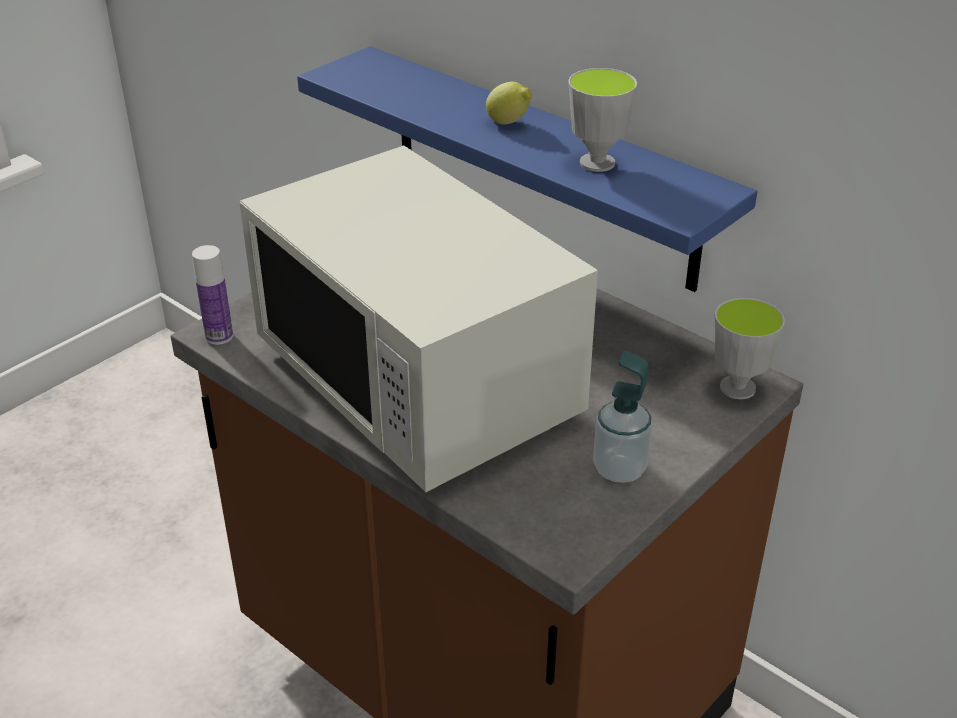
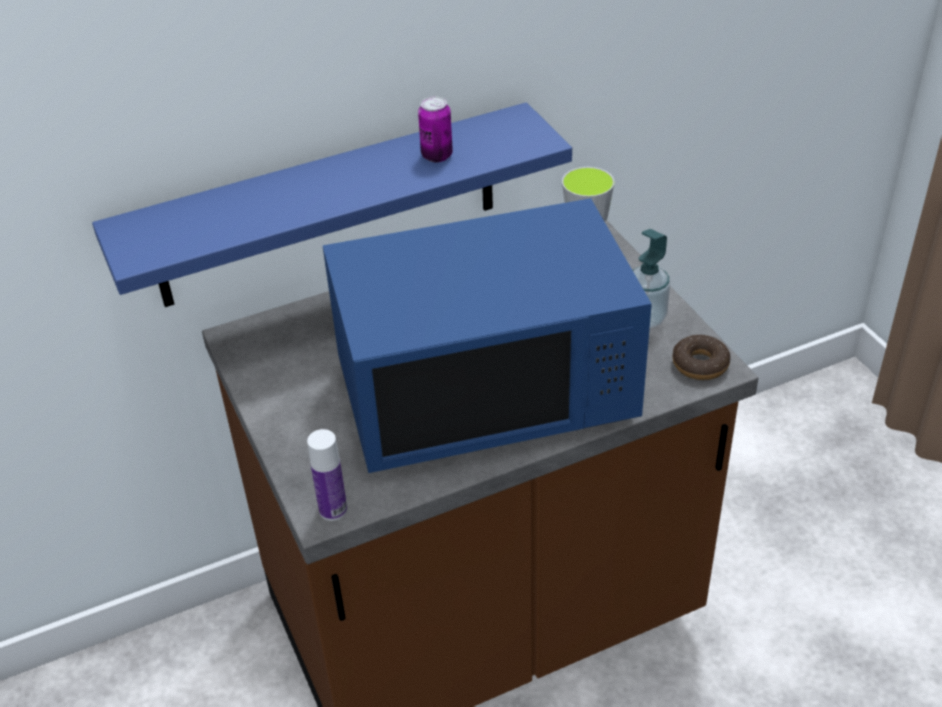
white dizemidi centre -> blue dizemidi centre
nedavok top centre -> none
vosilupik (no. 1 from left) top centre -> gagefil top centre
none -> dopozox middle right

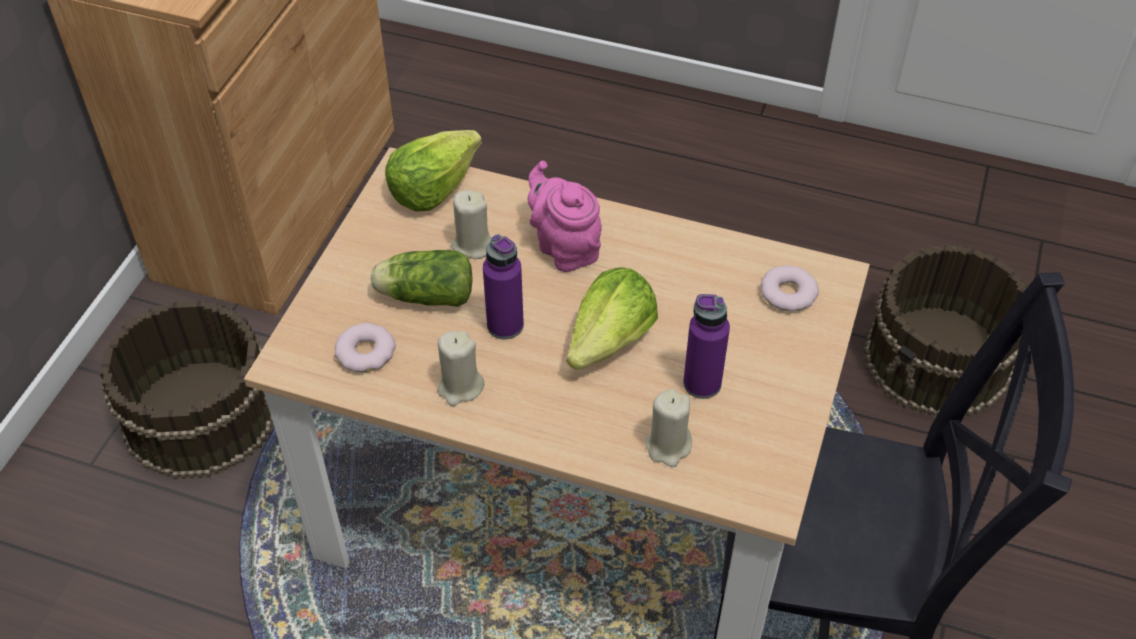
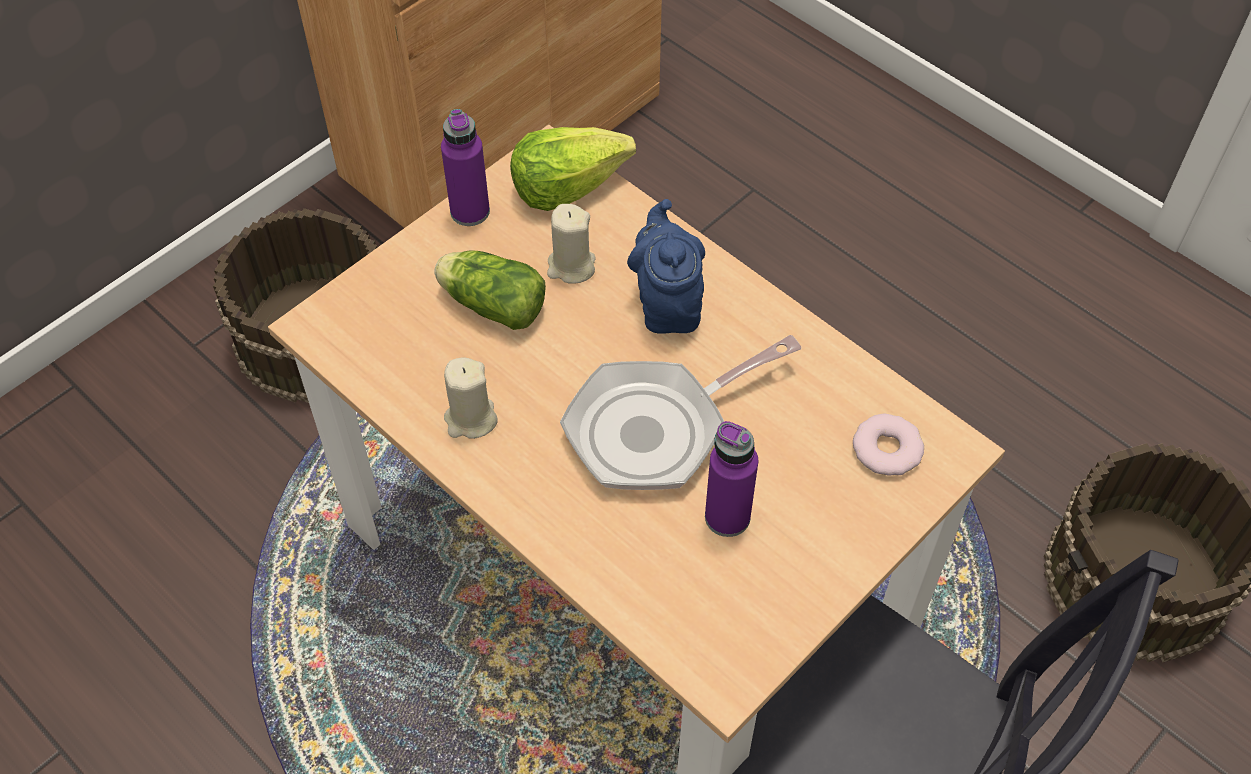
dopozox (no. 1 from left) middle left -> none
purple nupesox (no. 1 from left) centre -> purple nupesox (no. 1 from left) top centre, shifted
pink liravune centre -> blue liravune centre
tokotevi (no. 3 from left) centre -> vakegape centre
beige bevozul (no. 3 from left) bottom centre -> none

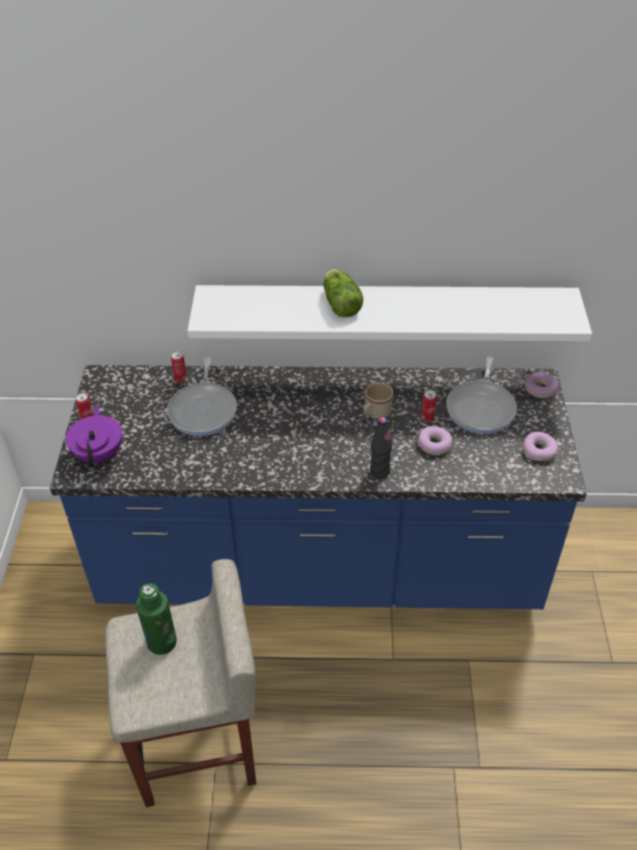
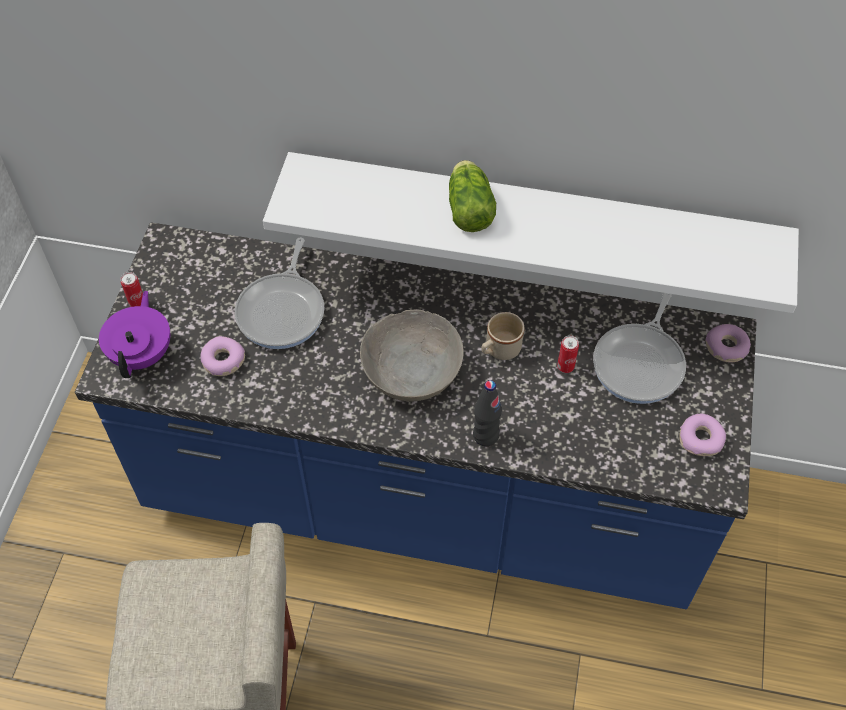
green nupesox bottom left -> none
gagefil (no. 2 from left) middle left -> none
dopozox (no. 1 from left) middle right -> dopozox (no. 1 from left) middle left, shifted
none -> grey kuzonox centre

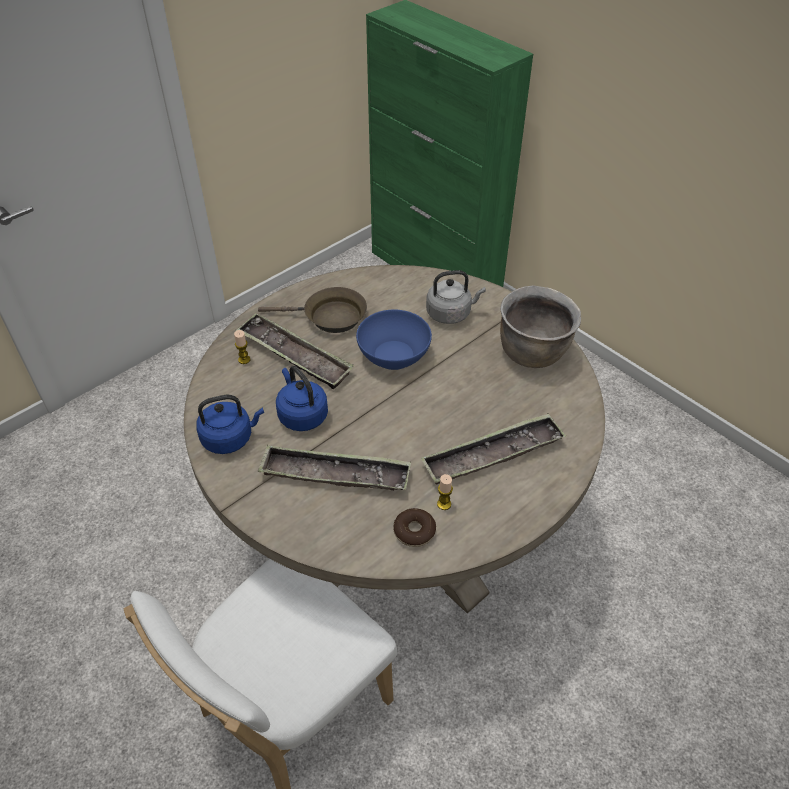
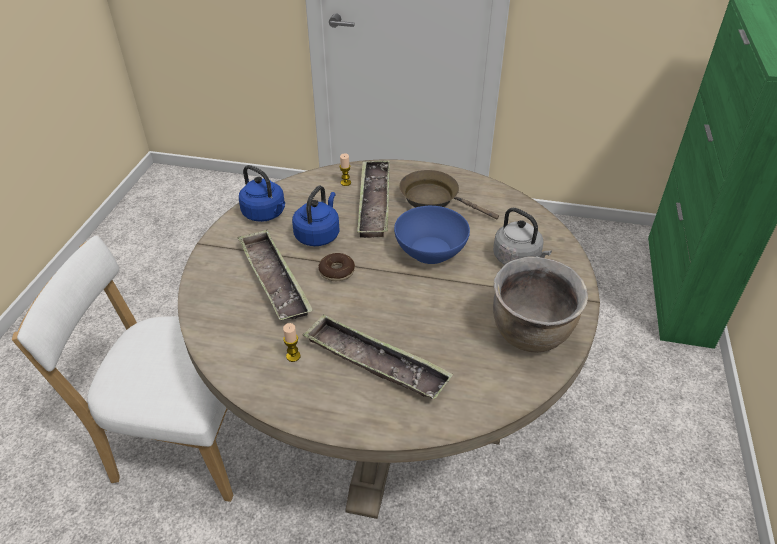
brown vakegape centre, 150 degrees clockwise
dopozox bottom centre -> dopozox centre, shifted

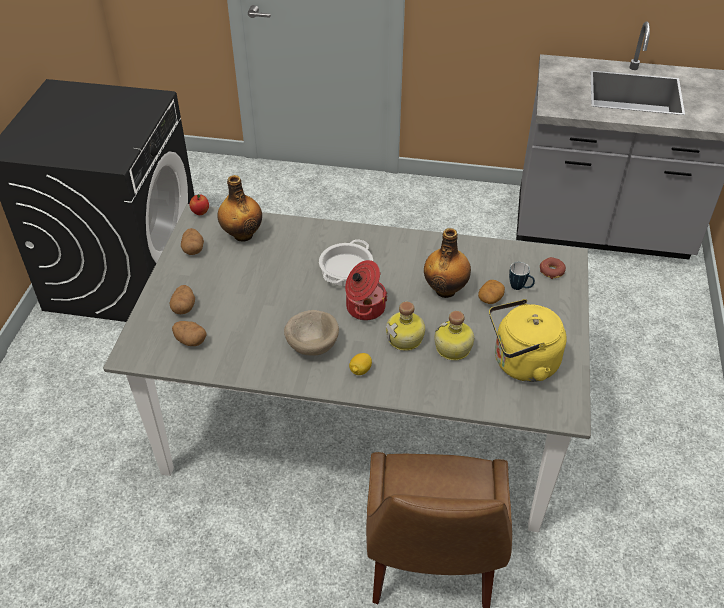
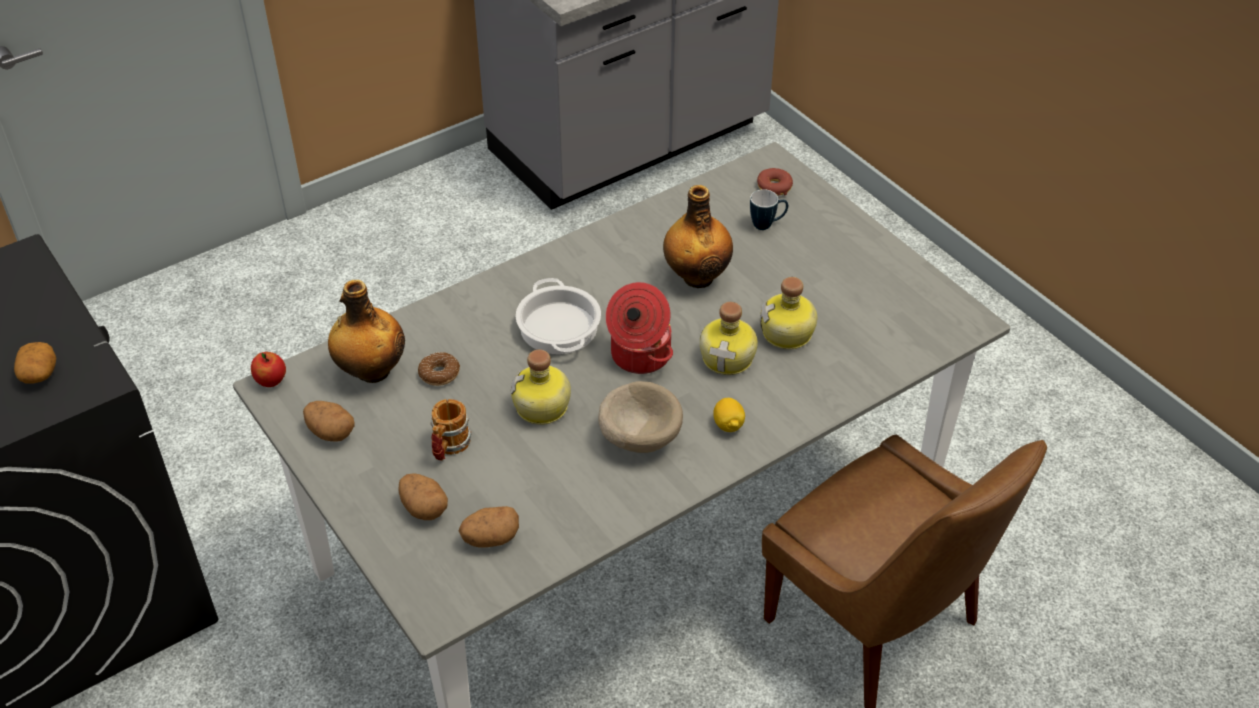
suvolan (no. 4 from left in the first image) middle right -> suvolan (no. 1 from left) middle left, shifted
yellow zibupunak middle right -> none
none -> dopozox (no. 1 from left) centre
none -> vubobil (no. 1 from left) centre
none -> nupesox (no. 2 from left) centre

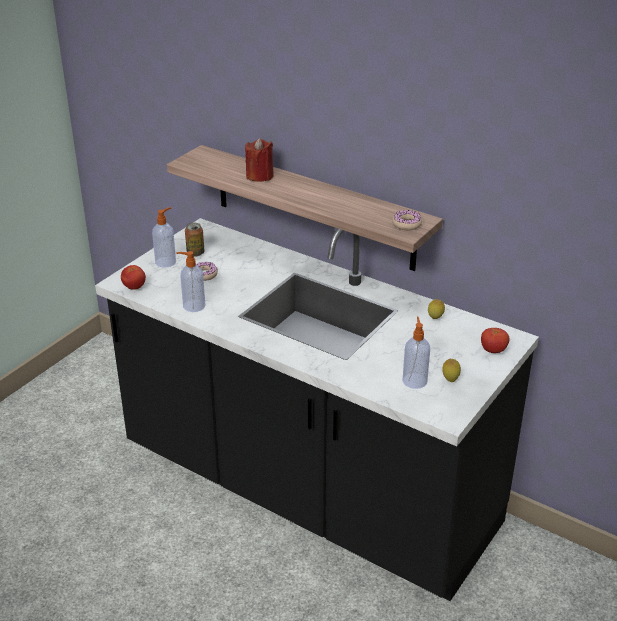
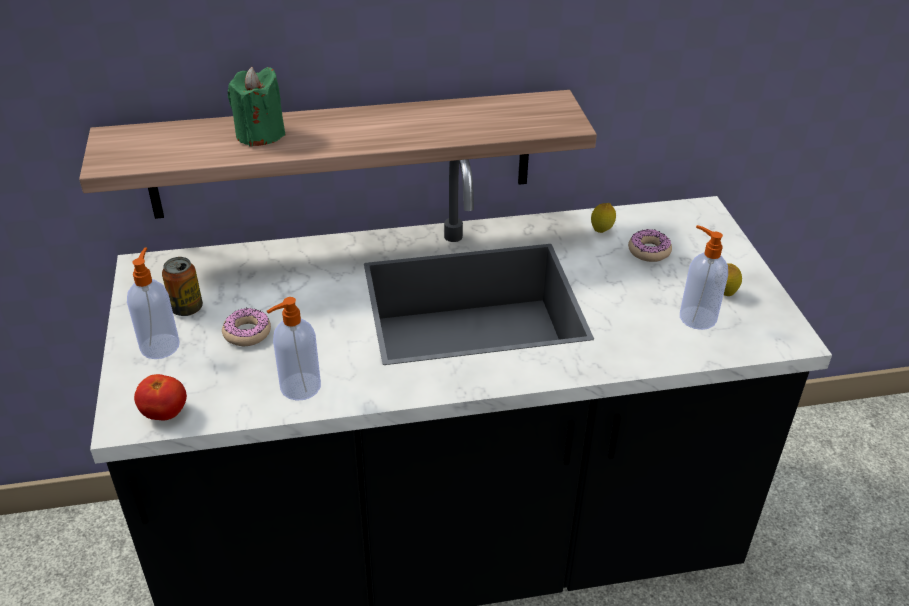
red bevozul top centre -> green bevozul top left
dopozox (no. 2 from left) centre -> dopozox (no. 2 from left) middle right, shifted
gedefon (no. 2 from left) middle right -> none

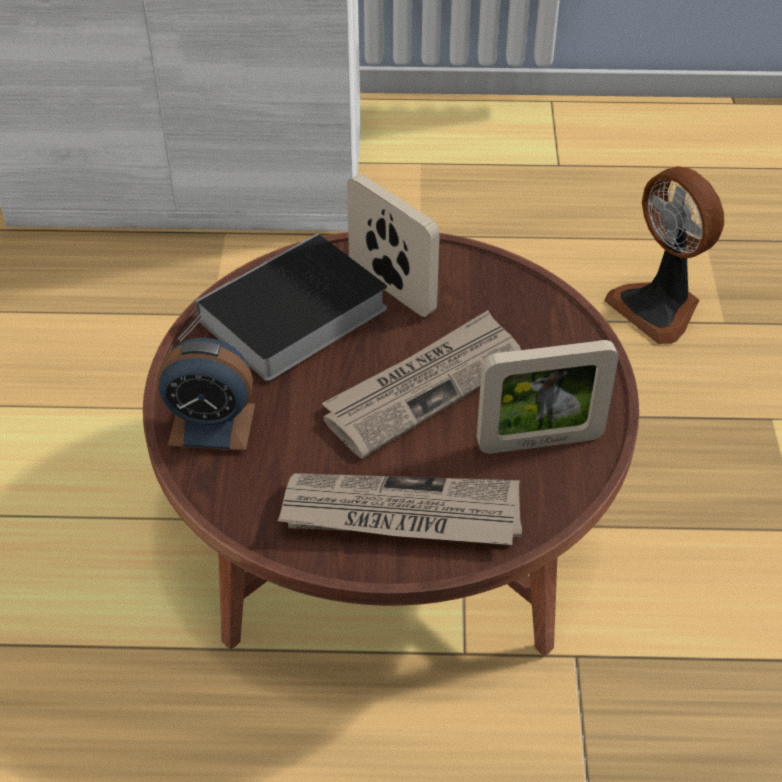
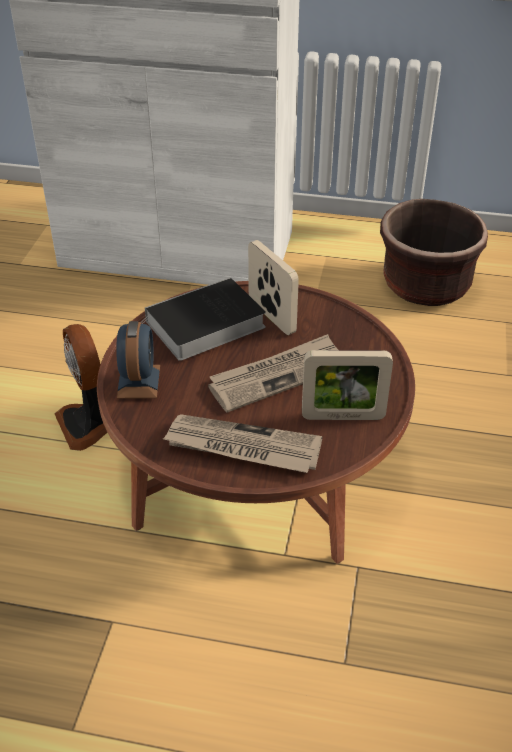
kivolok middle left, 105 degrees counterclockwise
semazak top right -> semazak middle left, shifted
none -> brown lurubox middle right

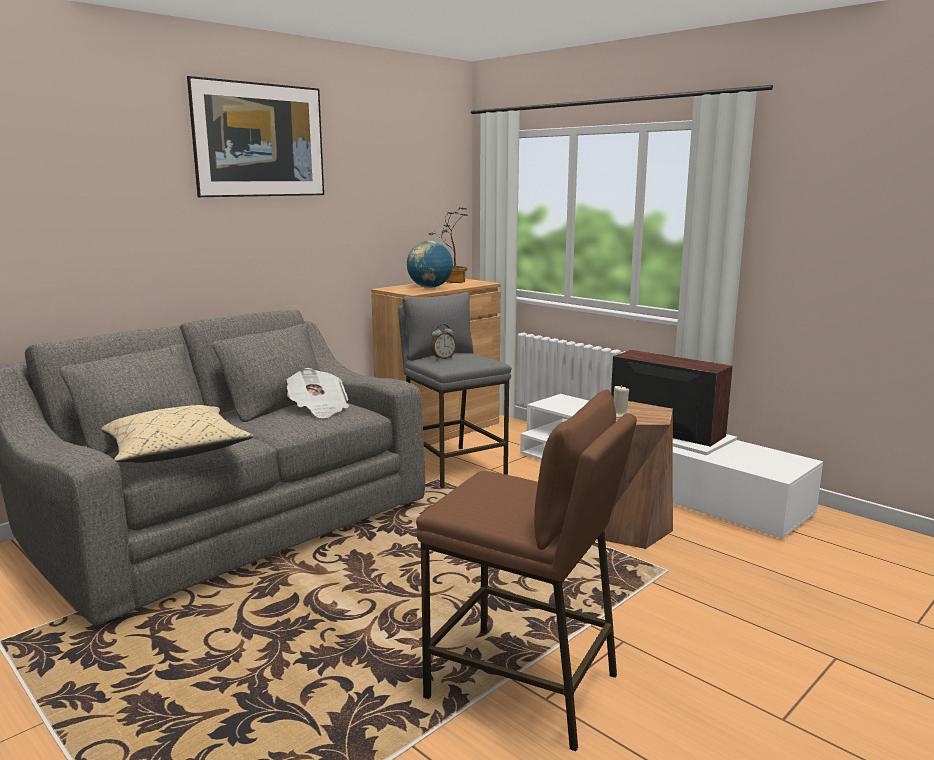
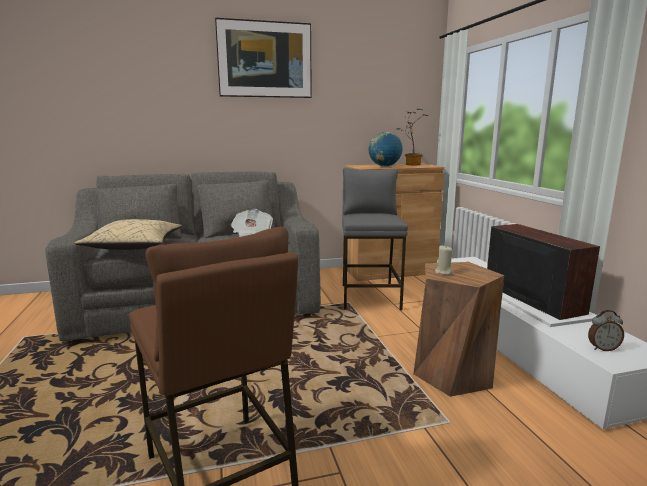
kivolok centre -> kivolok bottom right, shifted

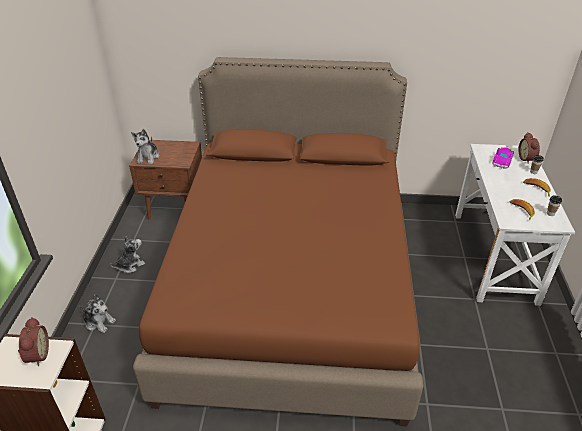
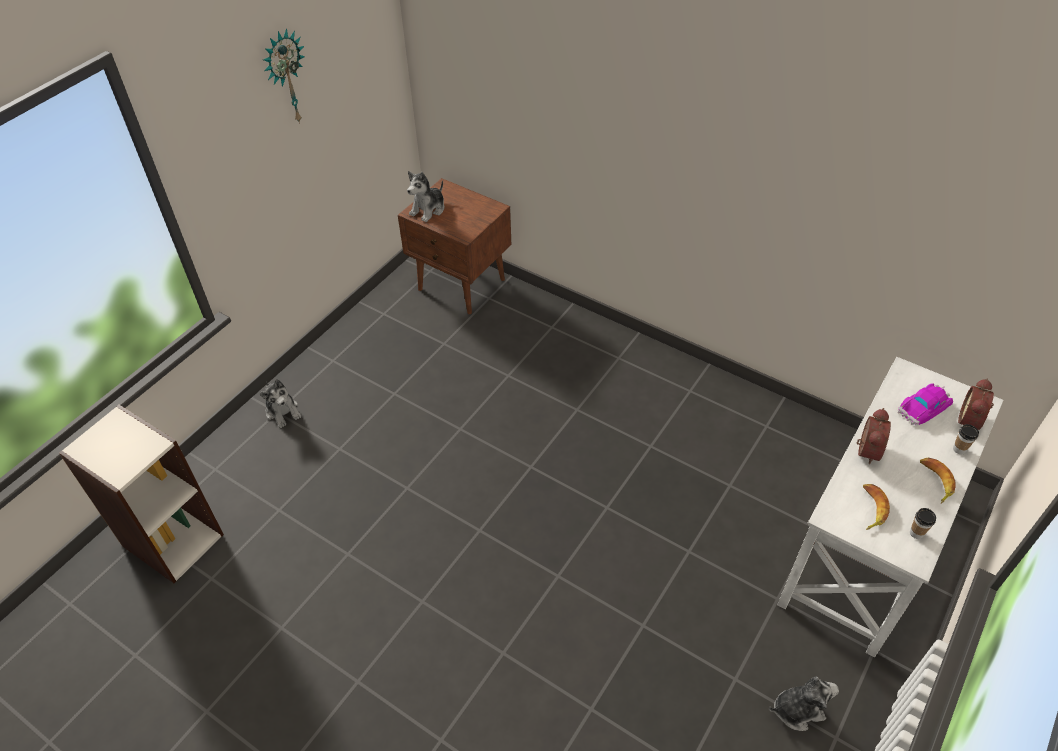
kivolok (no. 1 from left) bottom left -> kivolok (no. 1 from left) middle right, shifted
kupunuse (no. 2 from left in the first image) middle left -> kupunuse (no. 3 from left) bottom right, shifted
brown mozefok centre -> none
none -> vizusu top left

